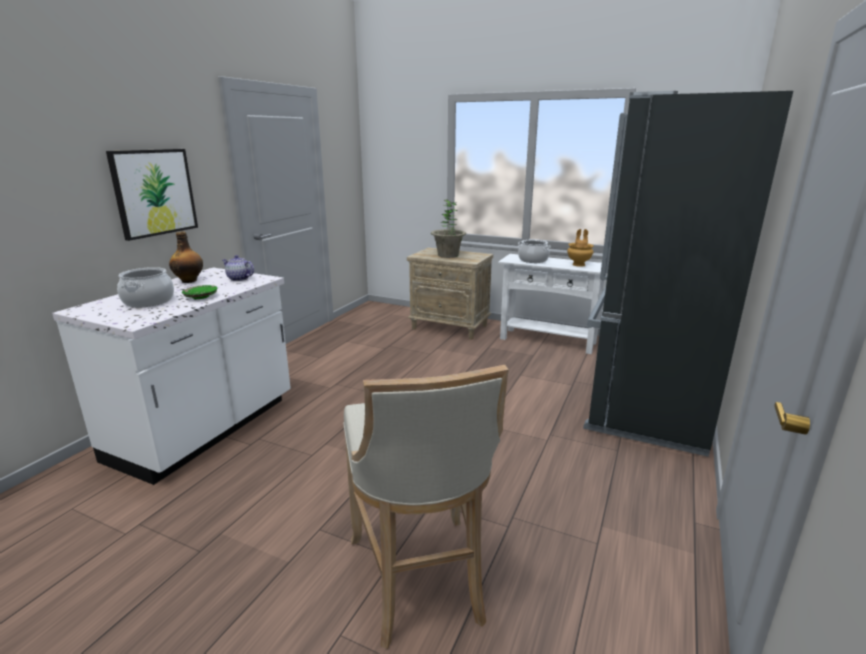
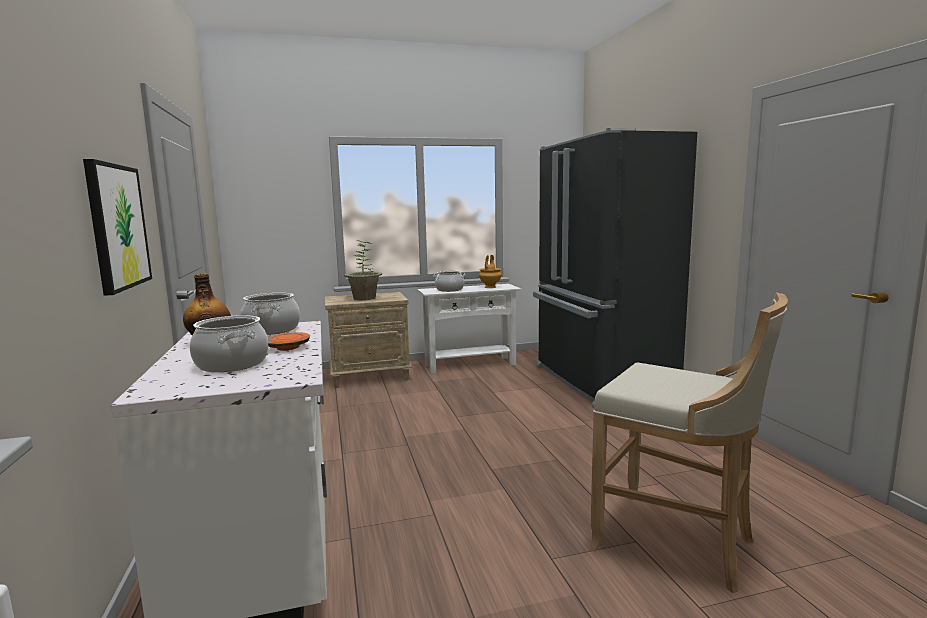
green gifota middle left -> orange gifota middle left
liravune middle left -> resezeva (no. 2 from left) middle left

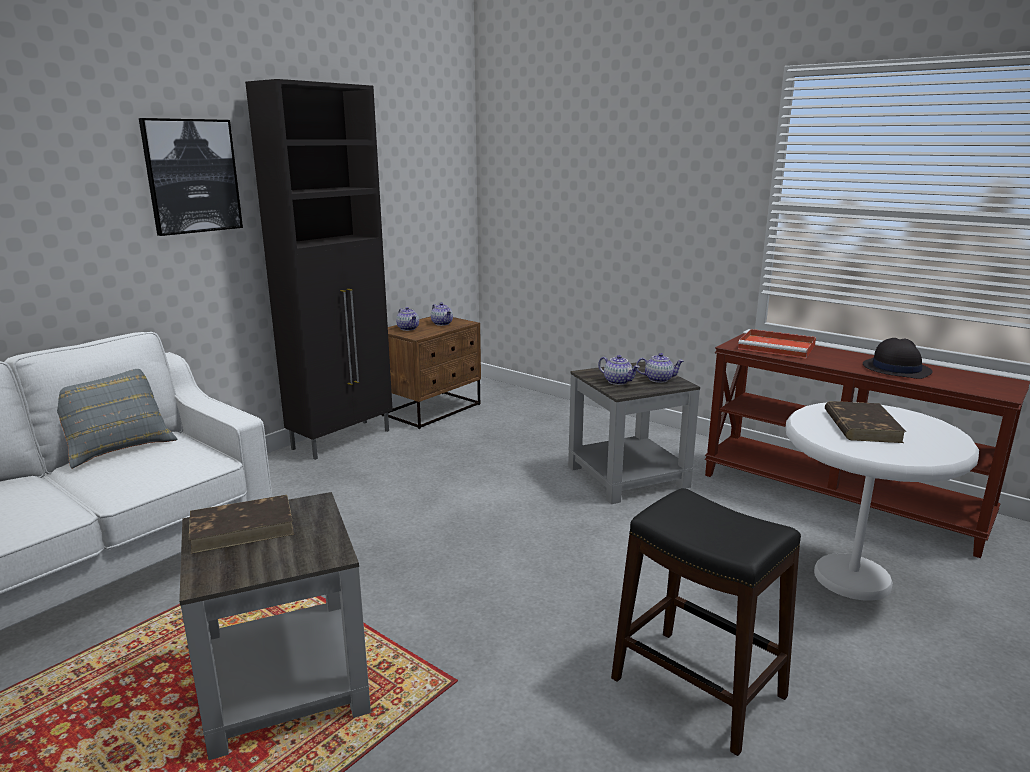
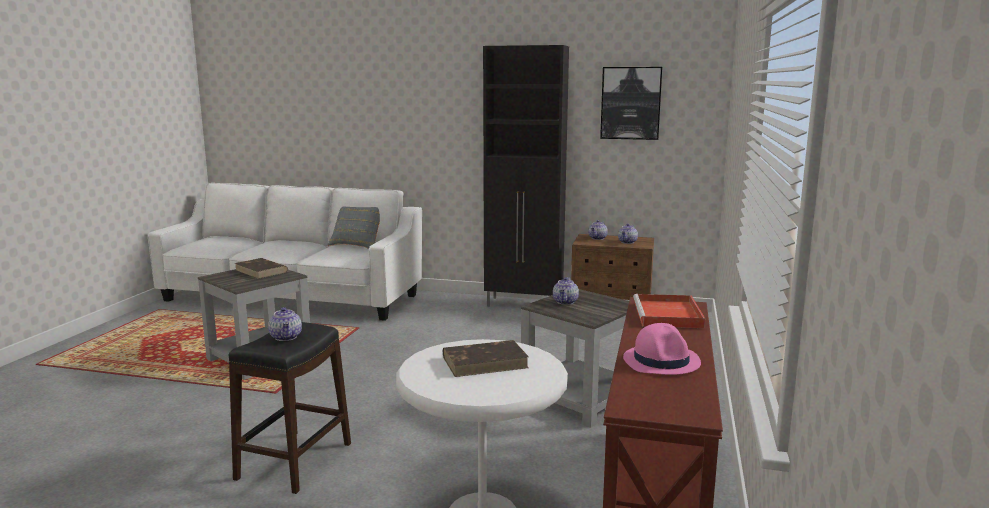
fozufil top left -> fozufil top centre, shifted
liravune (no. 4 from left in the first image) centre -> liravune (no. 1 from left) middle left, shifted
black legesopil middle right -> pink legesopil bottom right

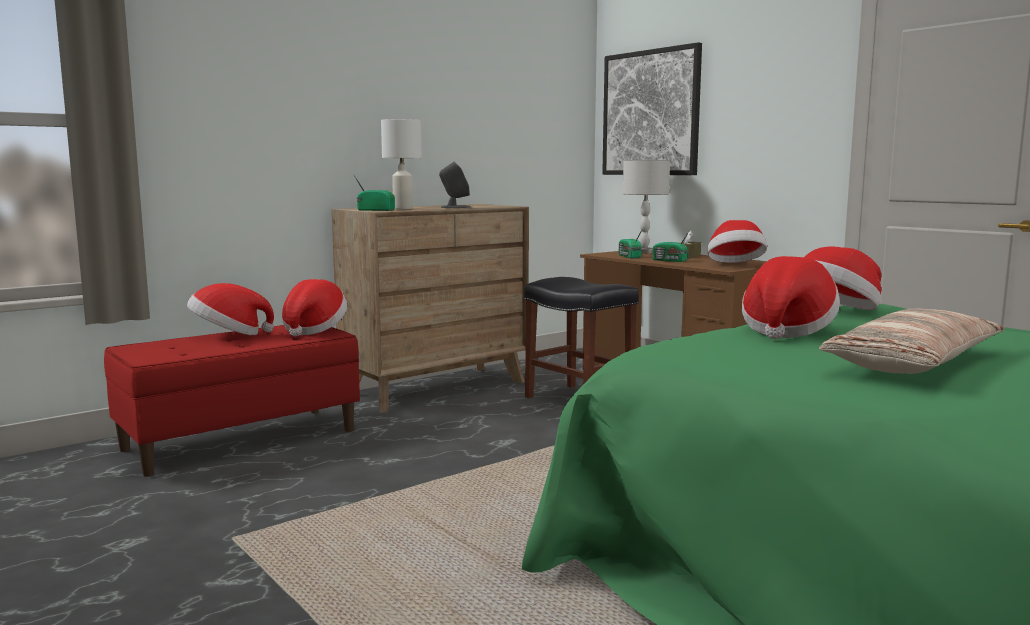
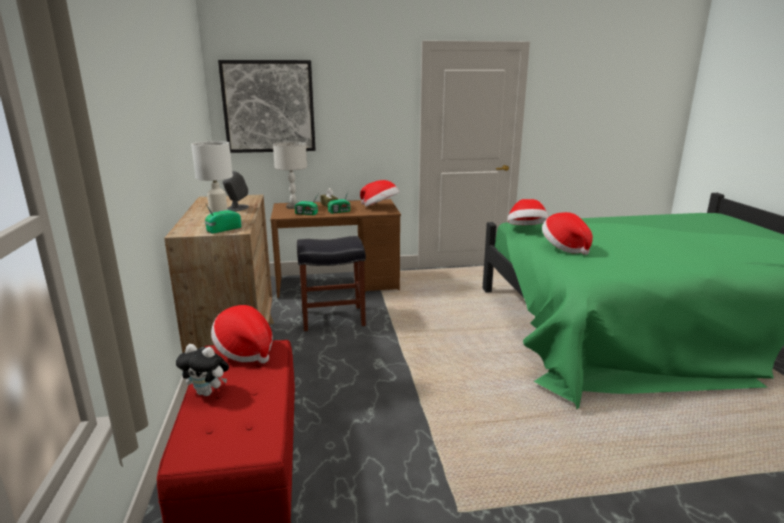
legesopil (no. 1 from left) middle left -> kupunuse bottom left
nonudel middle right -> none

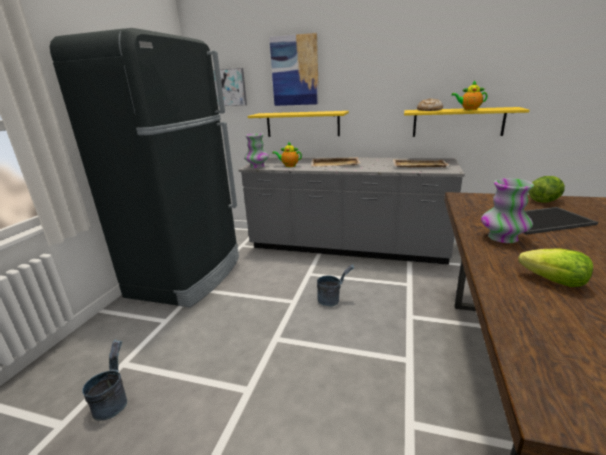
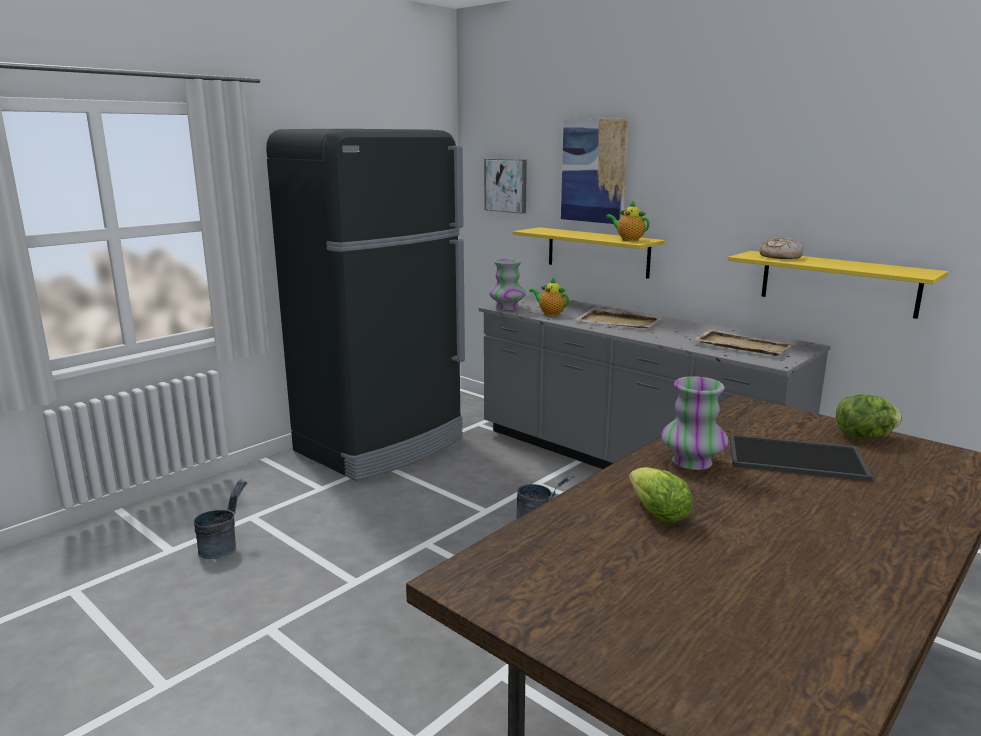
liravune (no. 2 from left) top right -> liravune (no. 2 from left) top centre, shifted

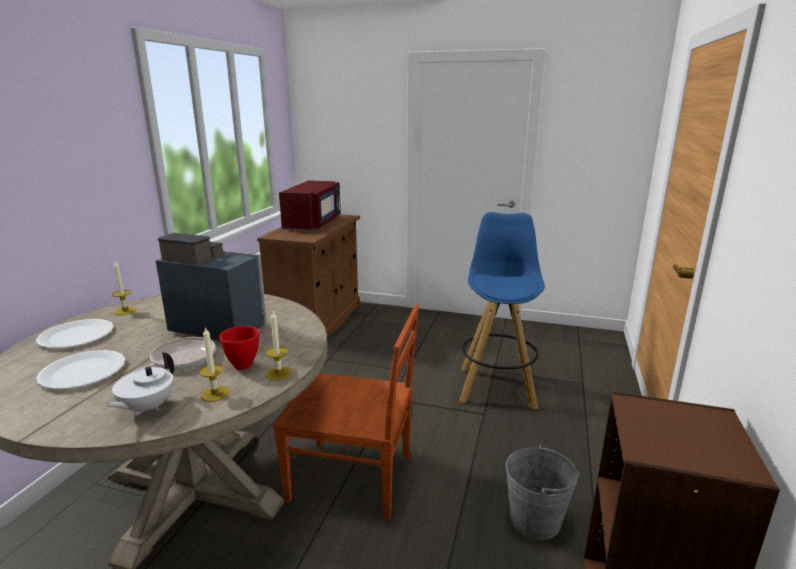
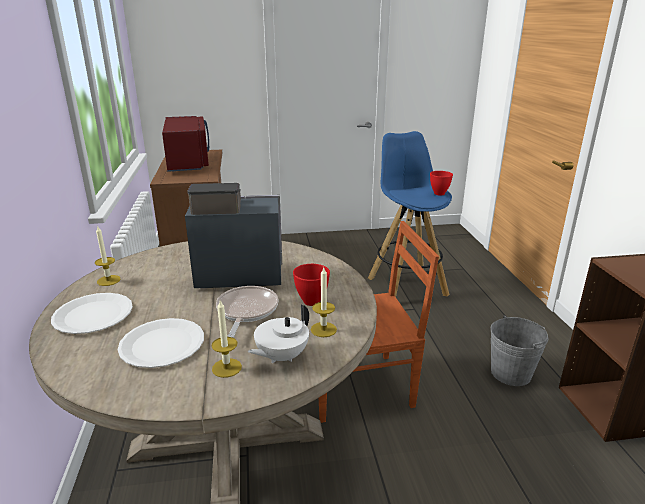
white liravune bottom left -> white liravune centre, 45 degrees clockwise
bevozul (no. 3 from left in the first image) centre -> bevozul (no. 2 from left) bottom centre, shifted
none -> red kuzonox (no. 2 from left) middle right

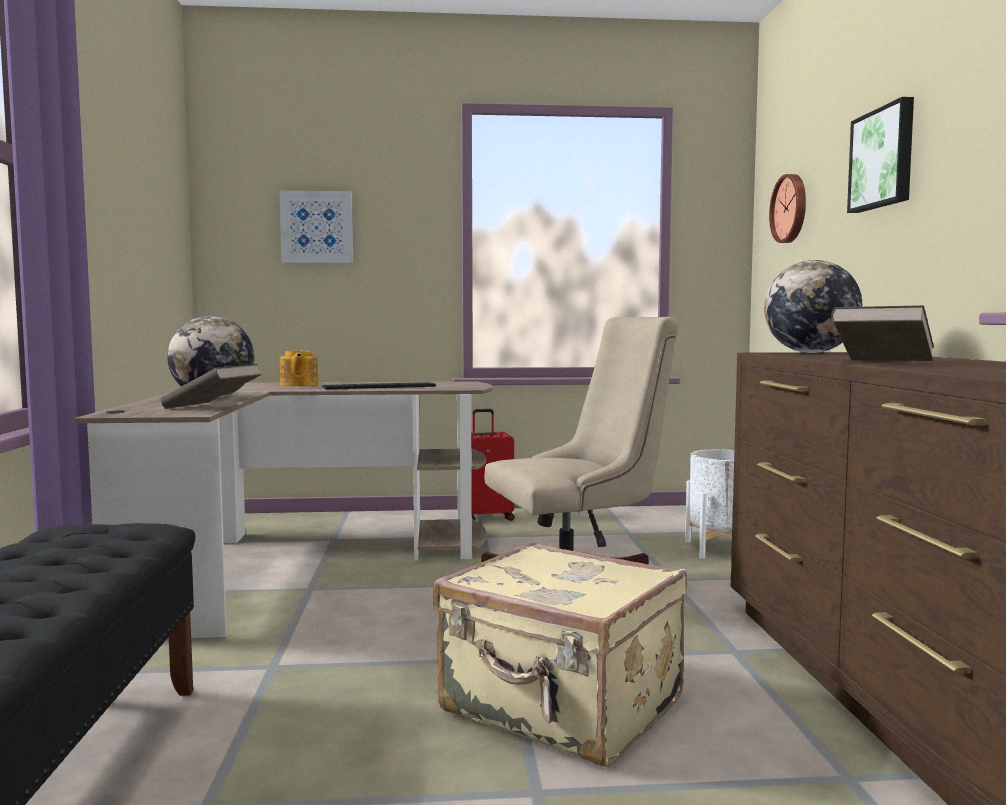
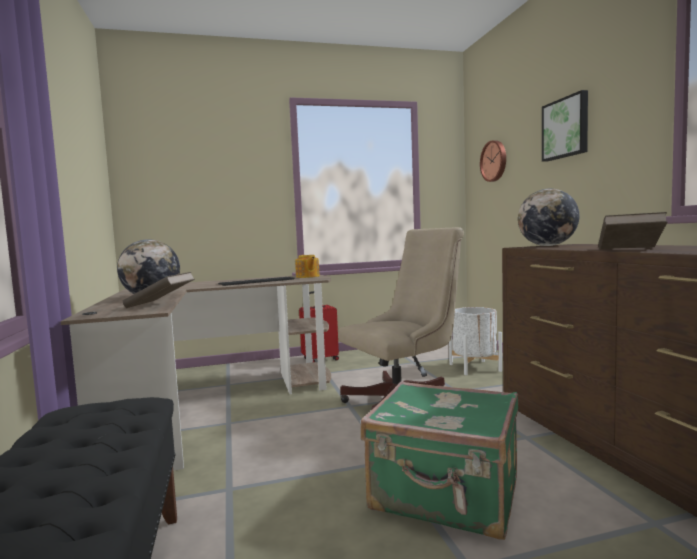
fozufil (no. 1 from left) top left -> none
liravune middle left -> liravune centre, shifted
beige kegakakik bottom centre -> green kegakakik bottom centre

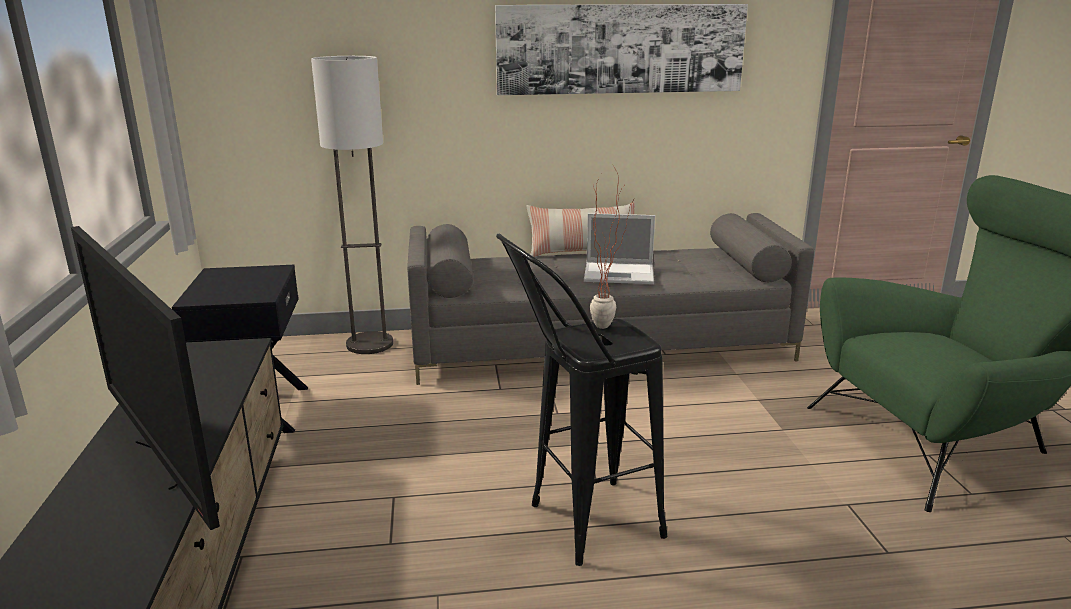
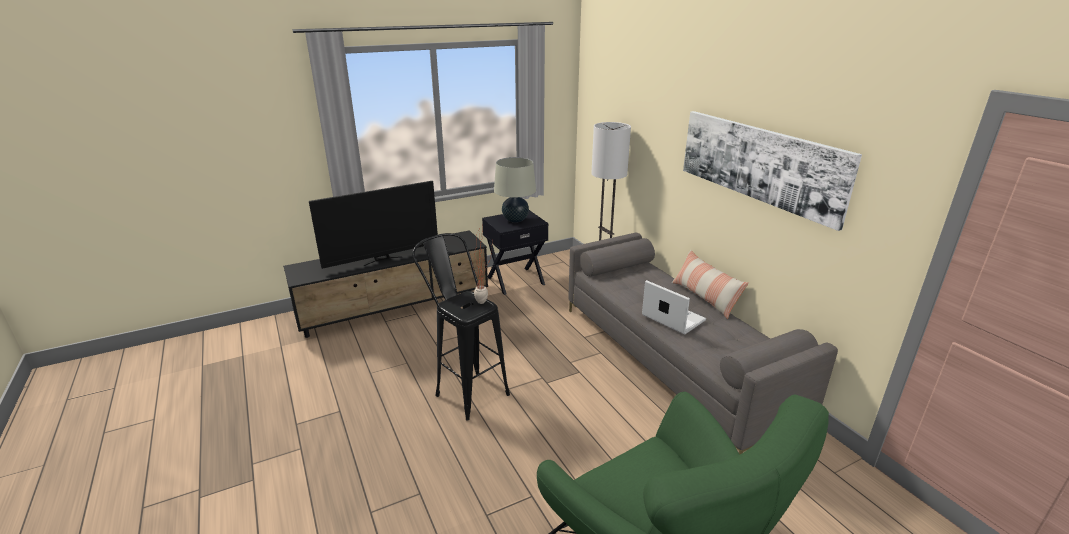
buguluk middle left -> buguluk centre, 150 degrees counterclockwise
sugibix centre, 150 degrees clockwise
none -> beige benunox centre

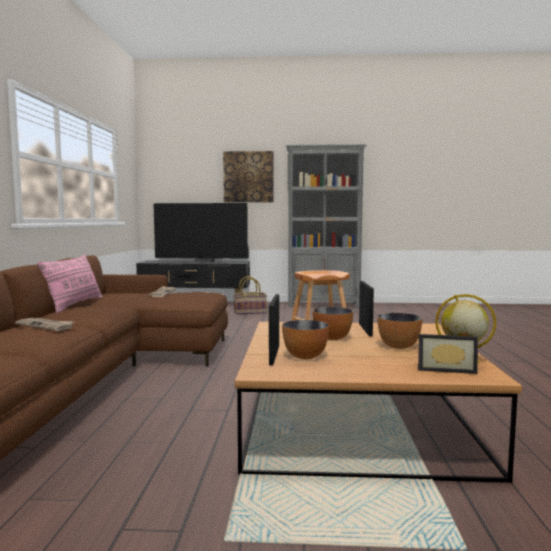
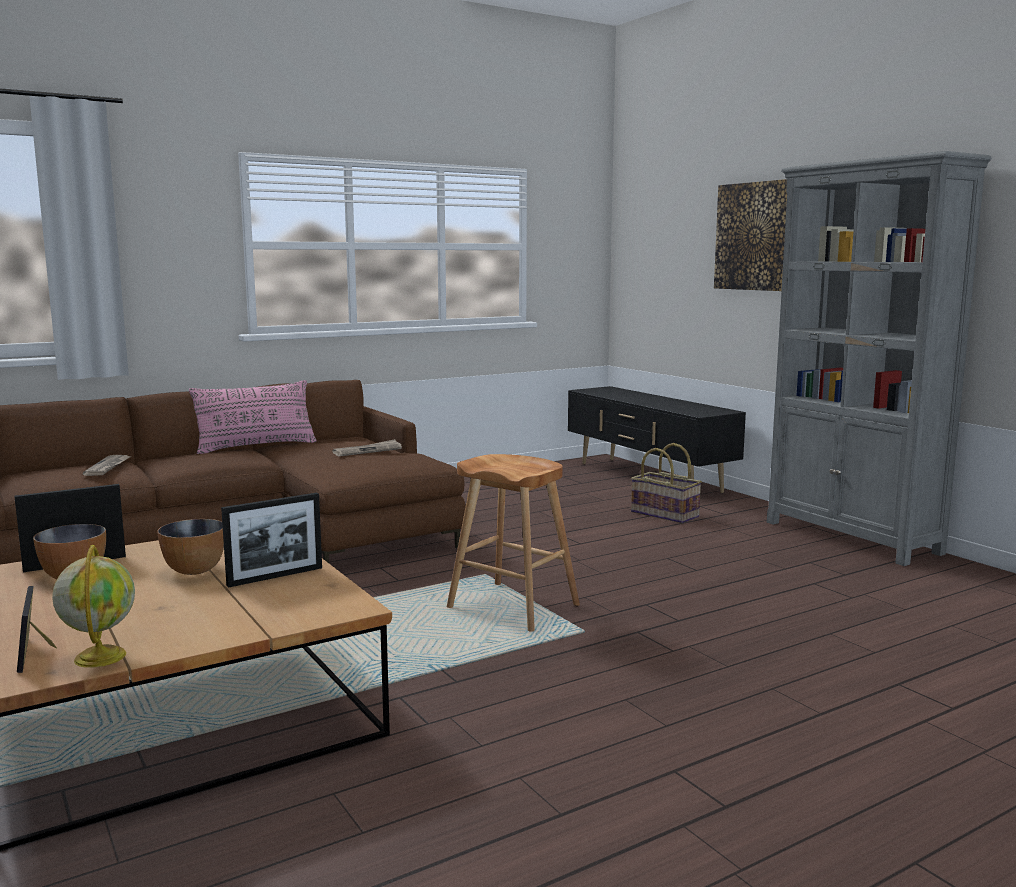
buguluk centre -> none
kuzonox (no. 3 from left) middle right -> none

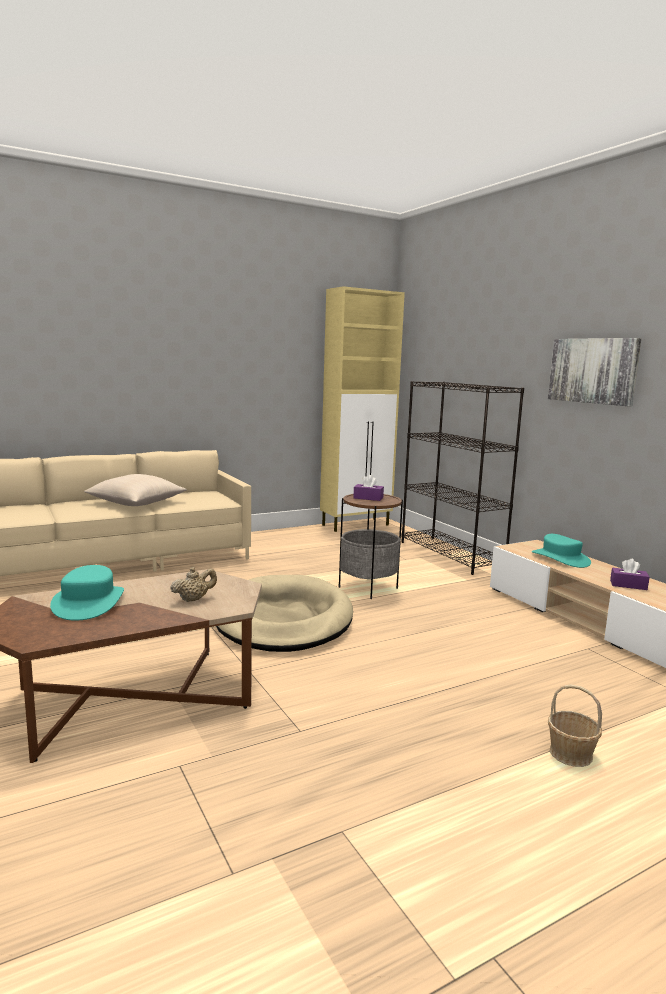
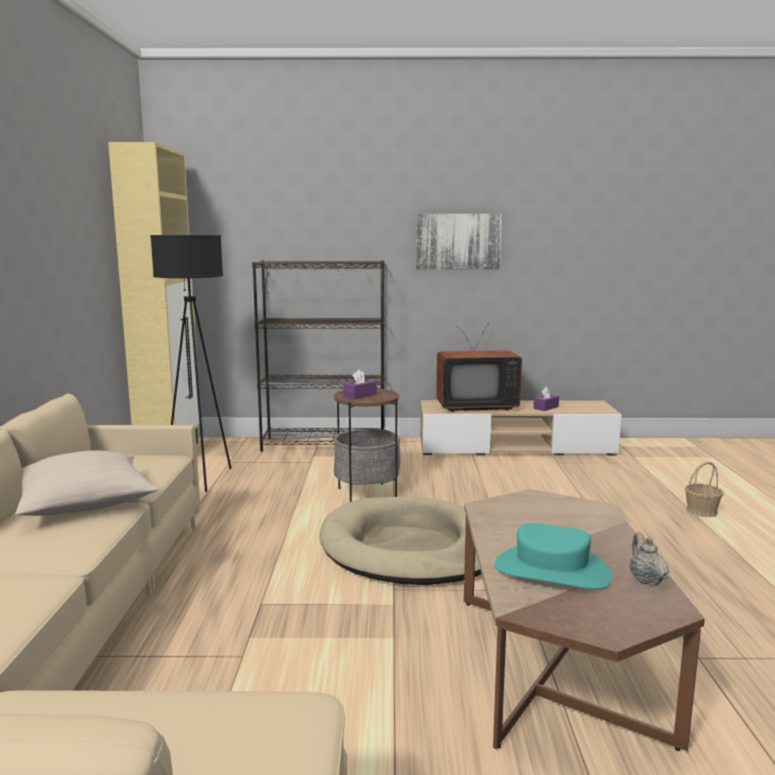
beige liravune middle left -> beige liravune bottom right, shifted
turquoise legesopil (no. 2 from left) middle right -> buguluk centre
none -> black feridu middle left

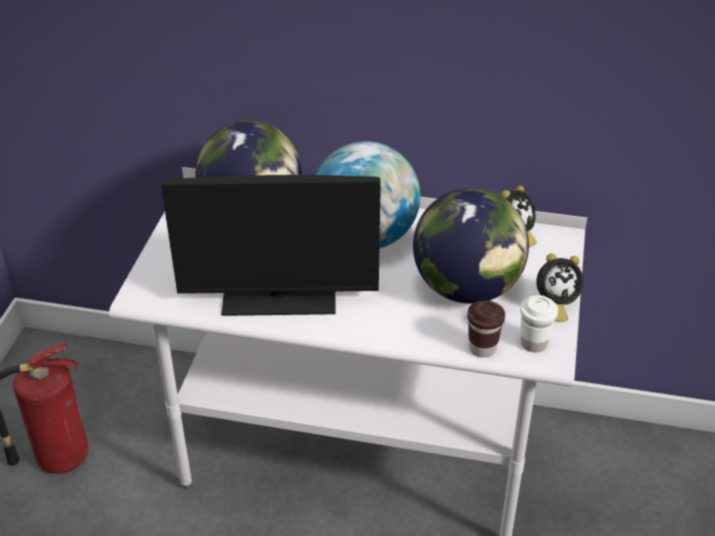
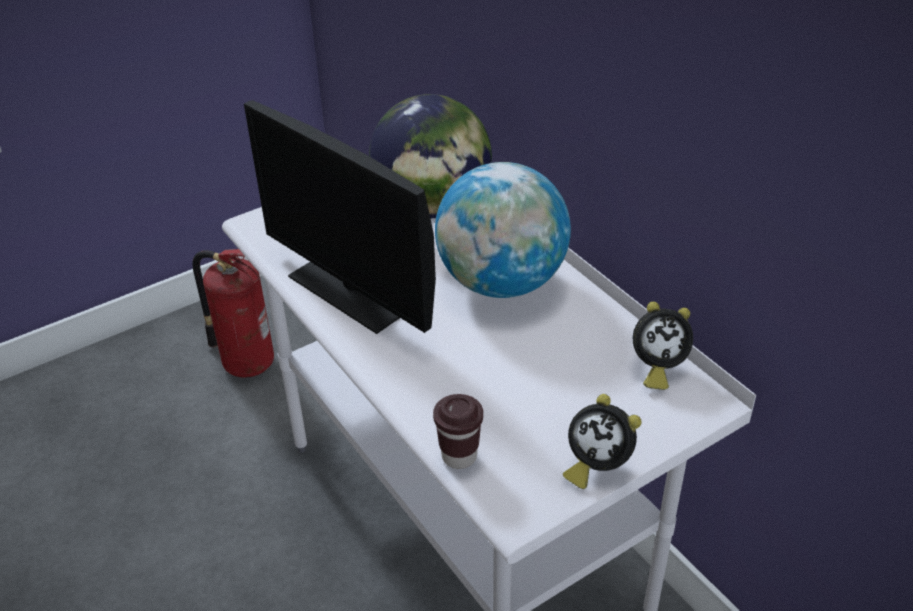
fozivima (no. 3 from left) centre -> none
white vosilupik middle right -> none

